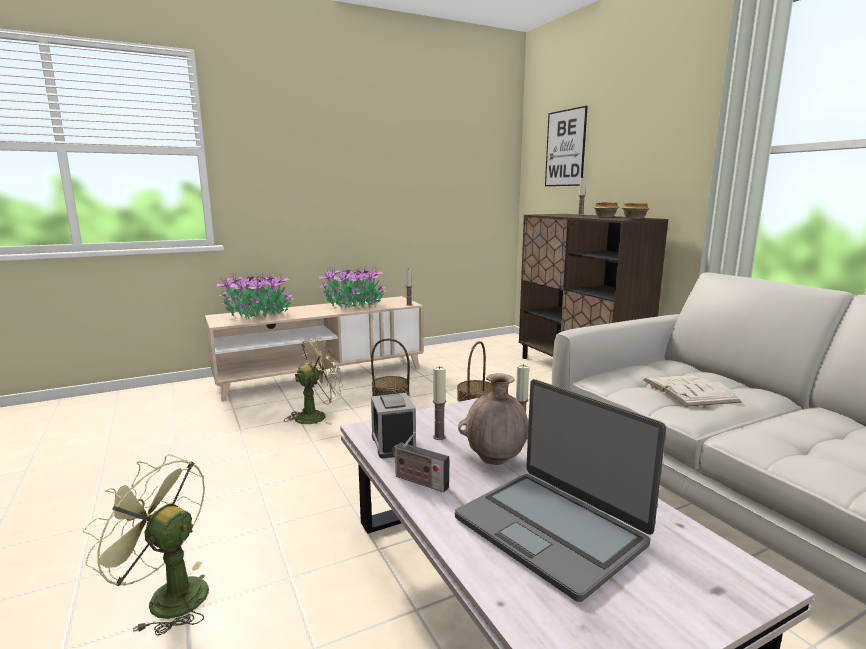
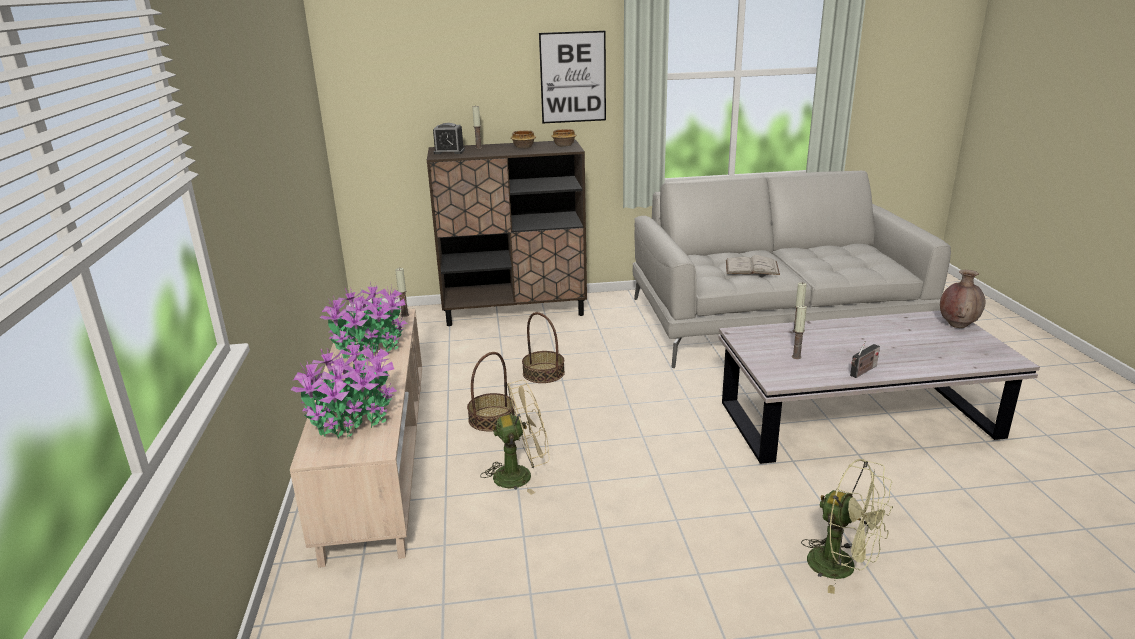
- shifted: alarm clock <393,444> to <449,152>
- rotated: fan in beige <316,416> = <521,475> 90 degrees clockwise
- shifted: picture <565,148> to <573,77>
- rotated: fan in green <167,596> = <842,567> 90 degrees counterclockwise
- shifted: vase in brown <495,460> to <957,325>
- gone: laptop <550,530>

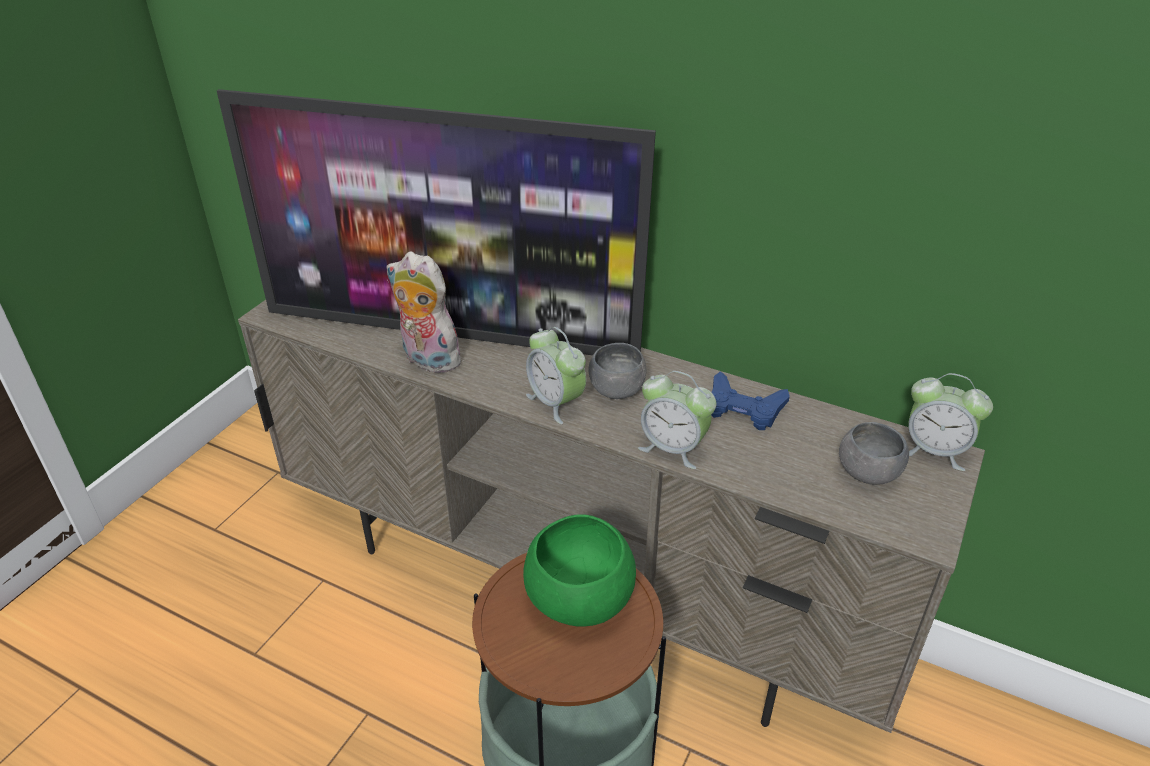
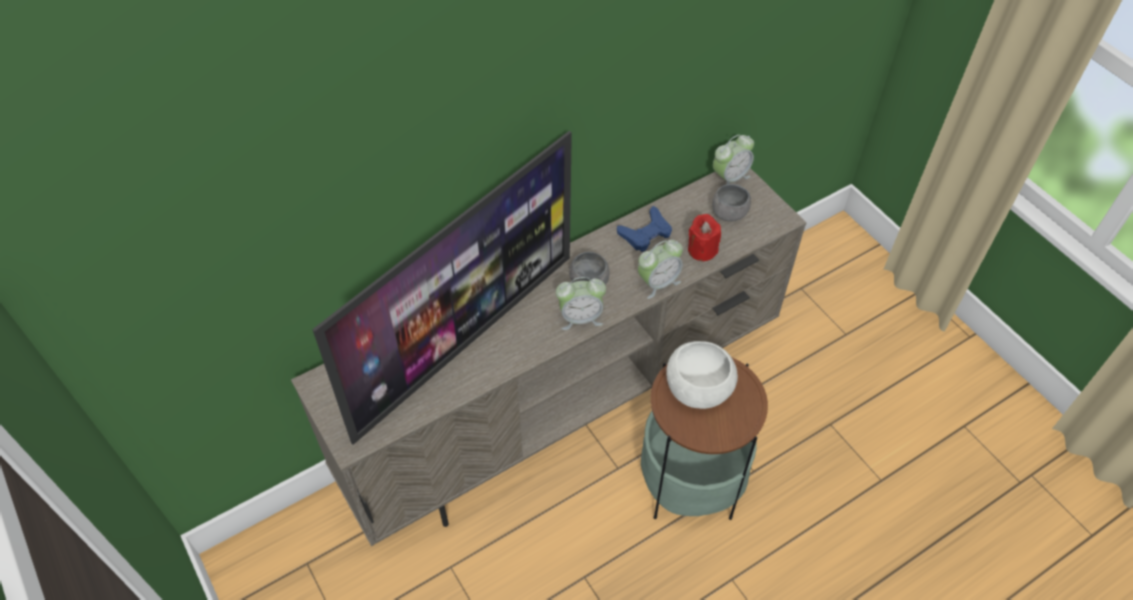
- repainted: bowl in green <578,596> to bowl in white <698,388>
- new: candle in red <702,250>
- gone: plush toy <427,360>

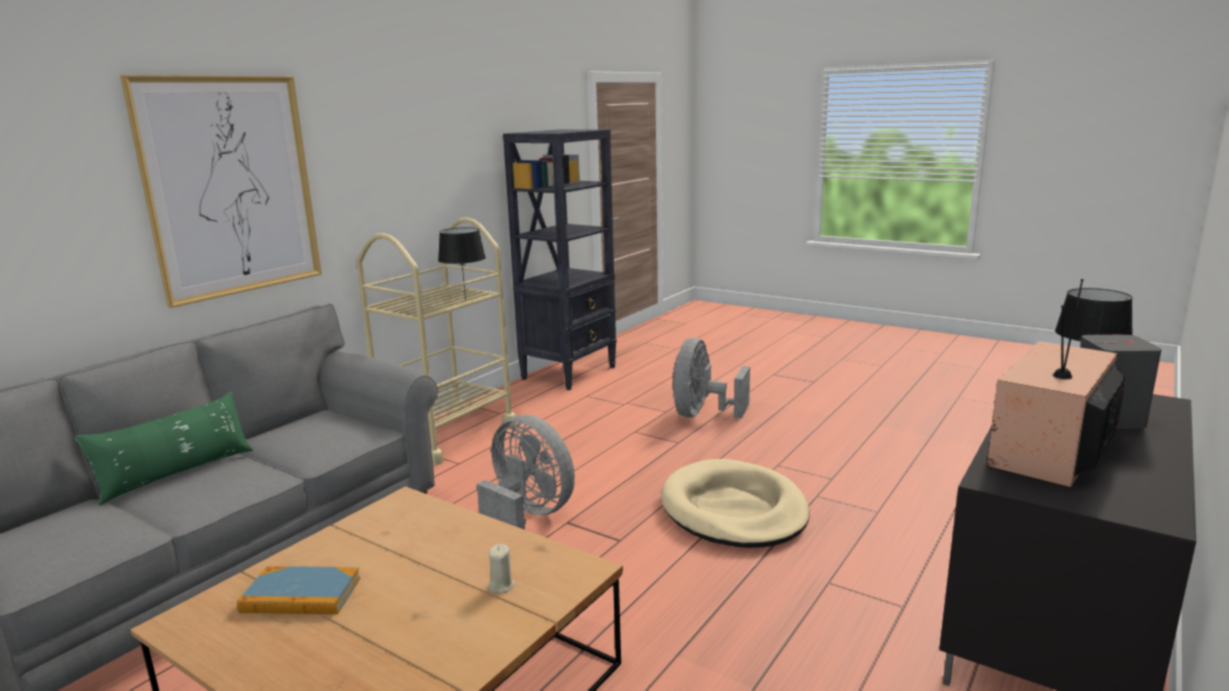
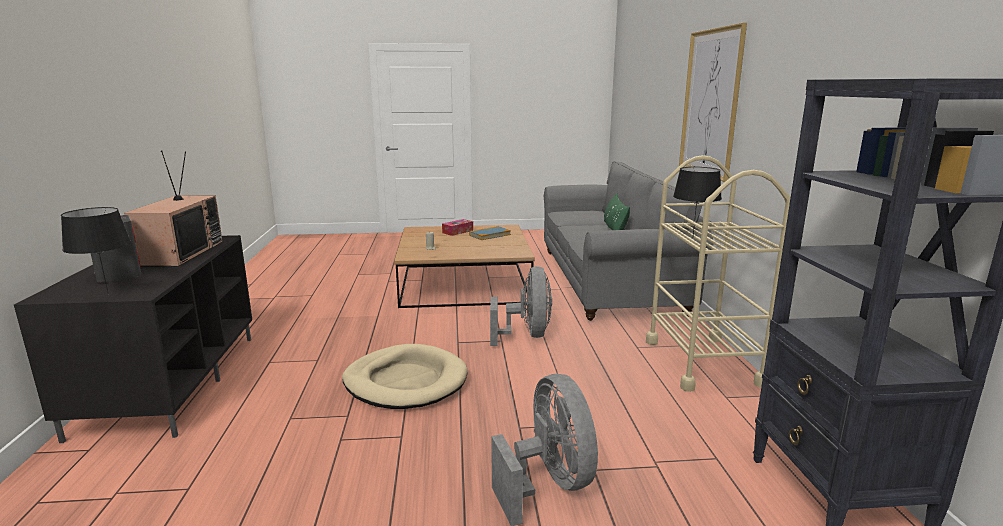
- new: tissue box <457,231>
- rotated: fan in grey <527,518> = <527,335> 90 degrees counterclockwise

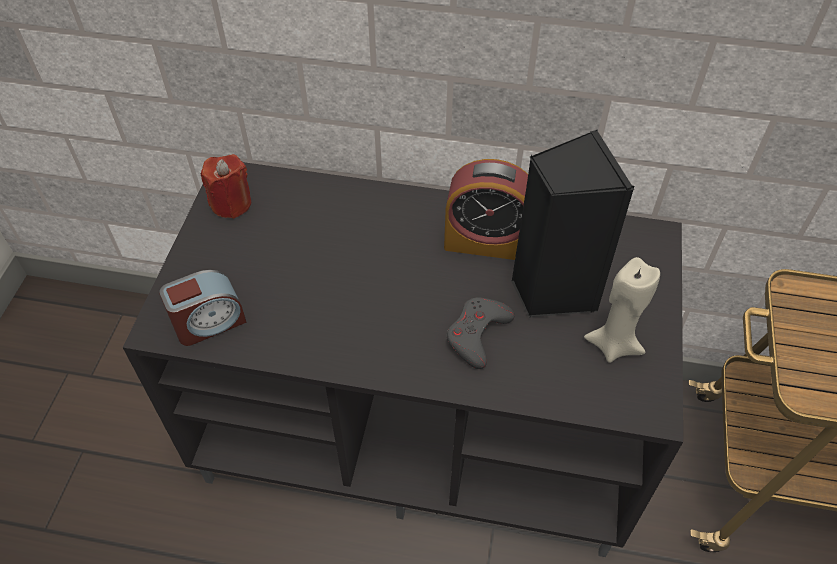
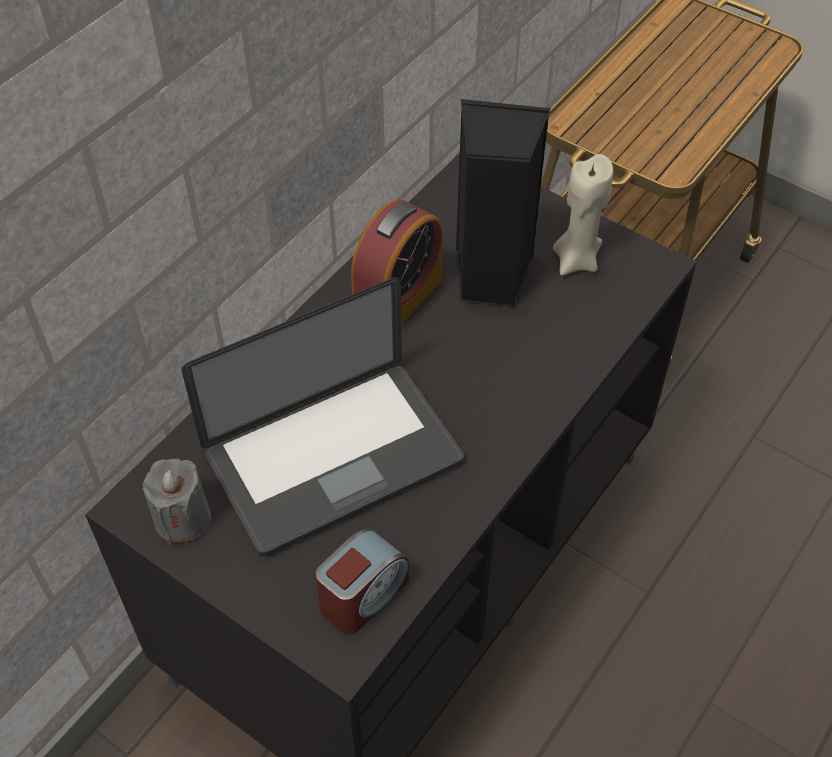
- repainted: candle in red <231,203> to candle in grey <182,519>
- new: laptop <334,459>
- rotated: alarm clock <209,322> = <363,595> 45 degrees clockwise
- gone: game controller in grey <477,334>

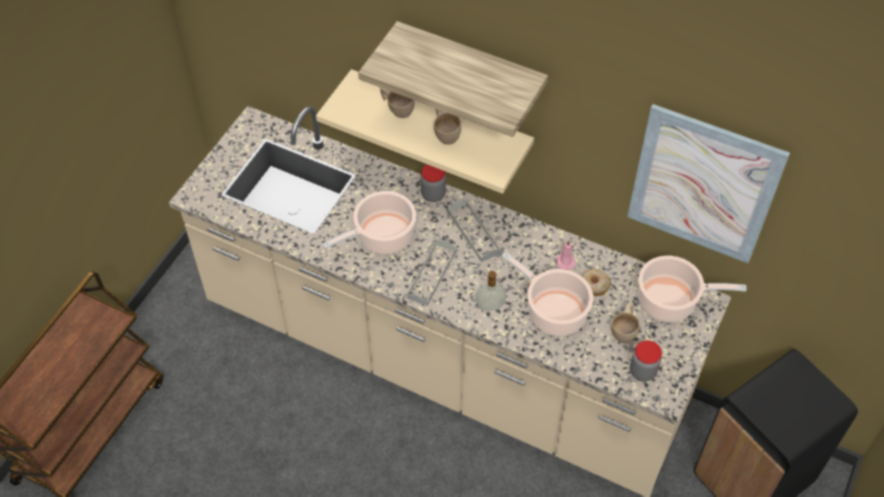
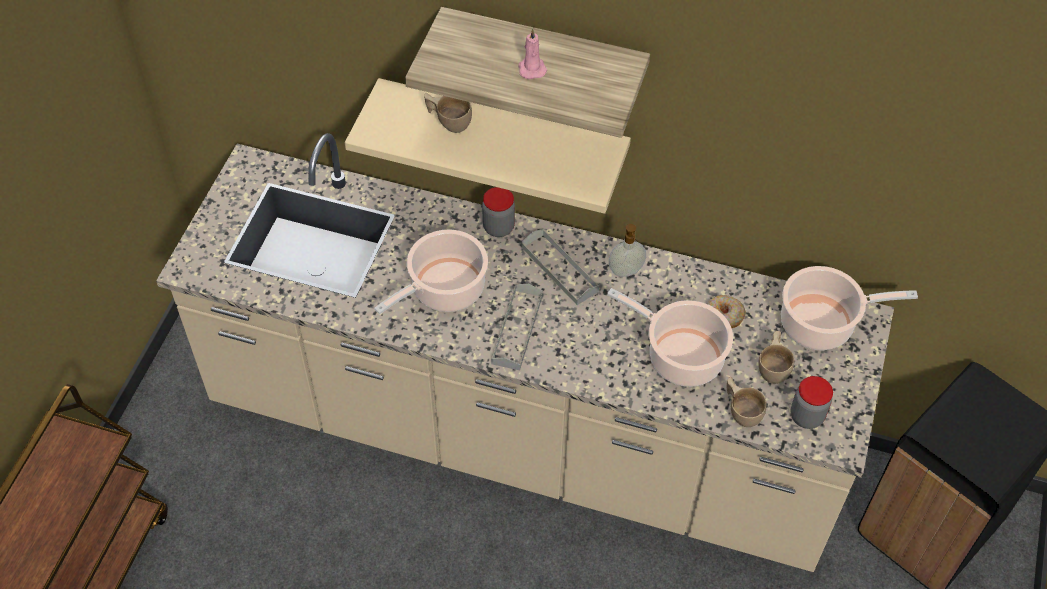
- shifted: candle in pink <565,261> to <531,68>
- shifted: soap dispenser <490,307> to <626,272>
- shifted: cup in beige <446,133> to <741,410>
- gone: picture <703,185>

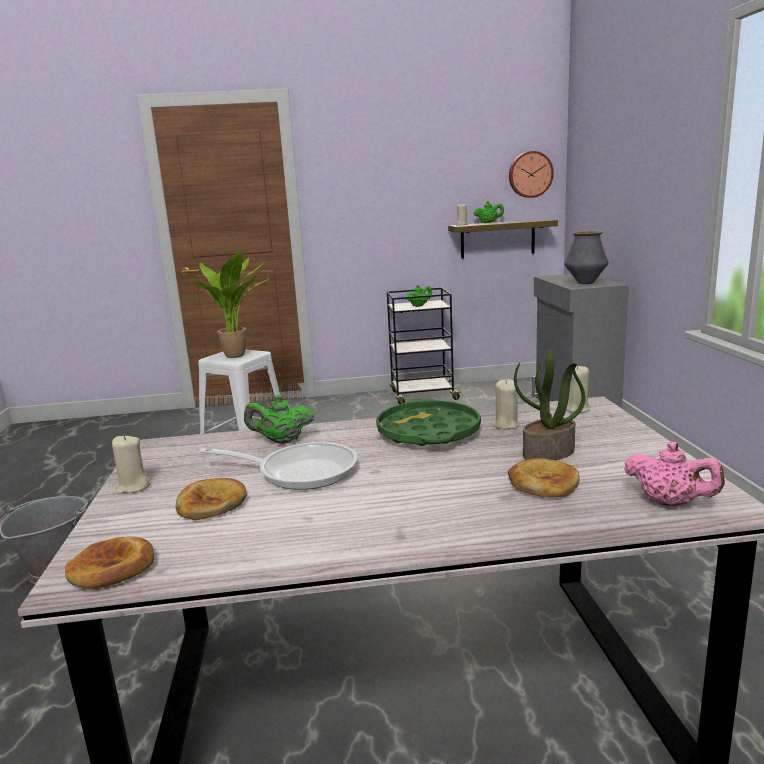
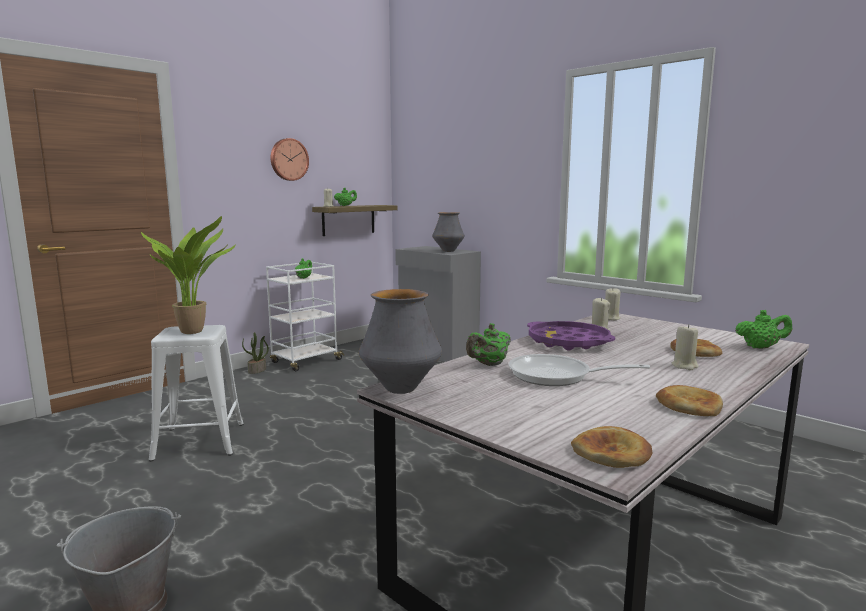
- shifted: potted plant <548,453> to <257,370>
- repainted: cart in black <423,396> to cart in white <305,361>
- shifted: wall clock <530,174> to <288,159>
- new: vase <400,389>
- rotated: frying pan <299,471> = <557,376> 135 degrees counterclockwise
- repainted: tray in green <428,432> to tray in purple <568,342>
- shifted: bread <212,503> to <688,405>
- shifted: candle in beige <133,487> to <684,366>
- repainted: teapot in pink <669,503> to teapot in green <760,347>

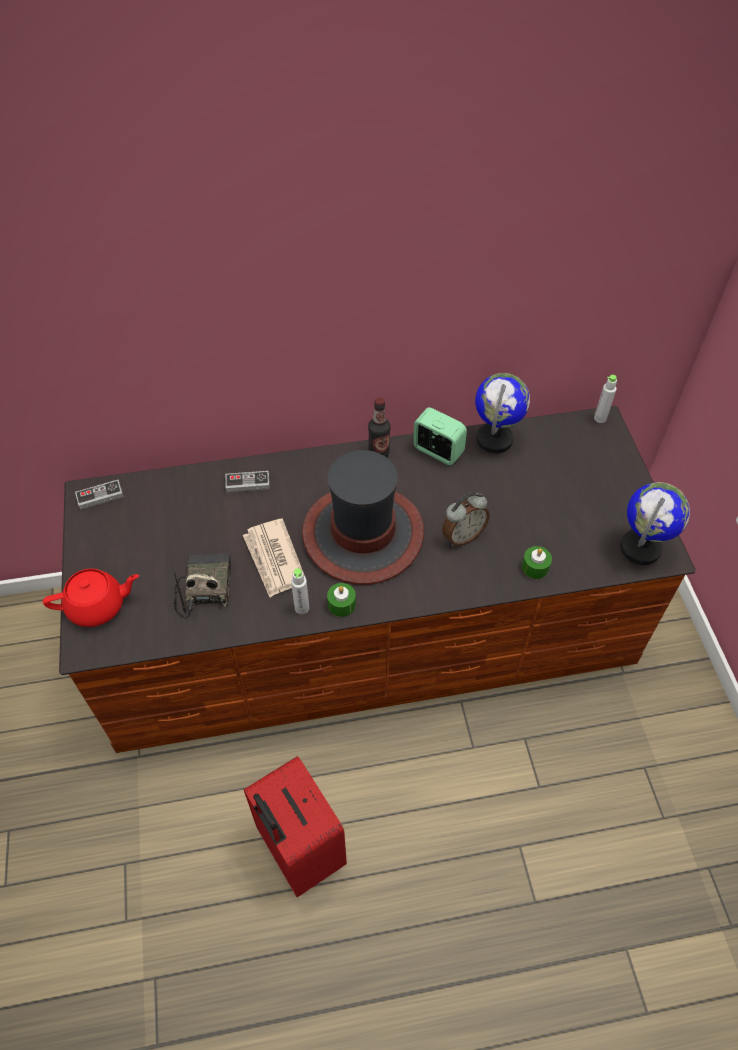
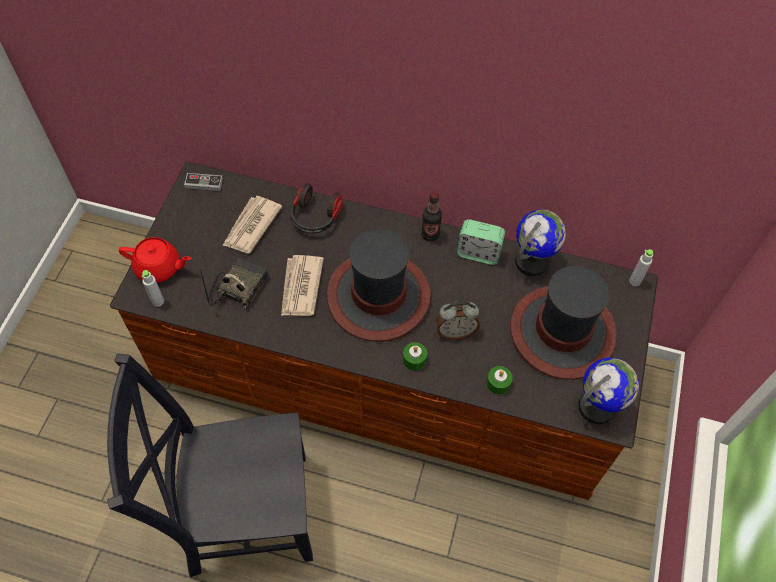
- swapped: suitcase in red <299,850> to chair in black <242,512>
- shifted: bottle in grey <302,608> to <158,301>
- new: newspaper <251,226>
- swapped: game controller <247,483> to headphones <315,217>
- shifted: candle in green <341,604> to <414,359>
- rotated: alarm clock <438,451> = <478,253> 135 degrees clockwise
- new: hat <562,332>

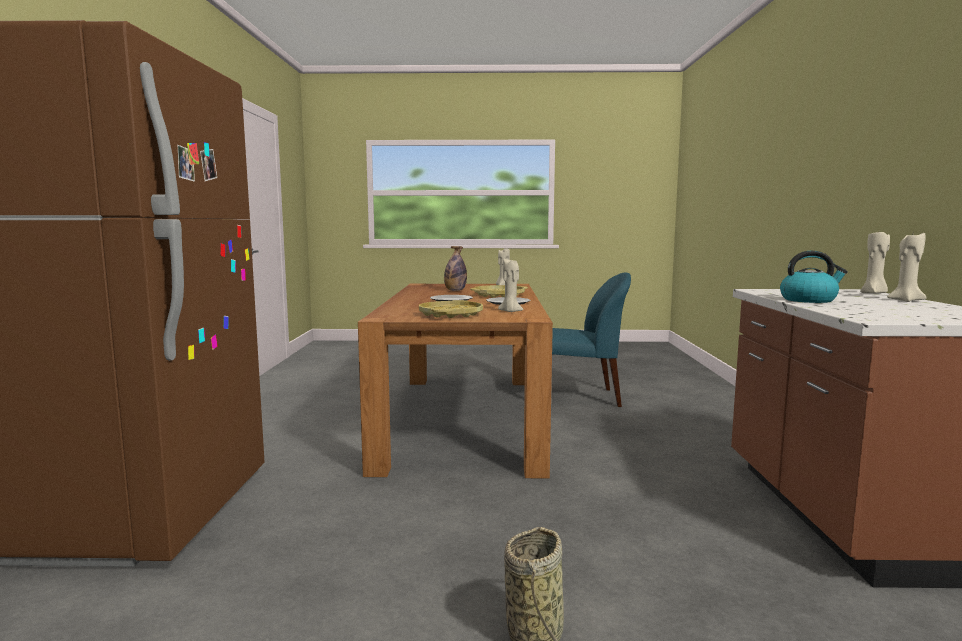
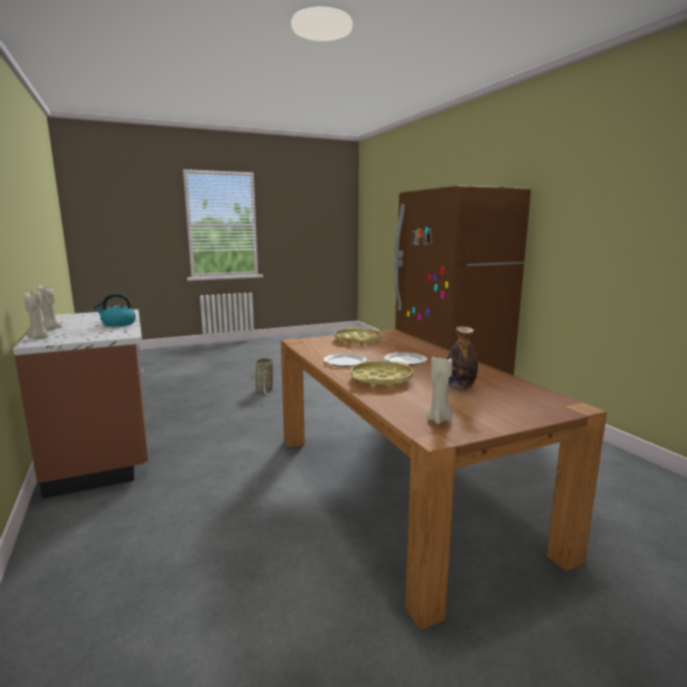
- gone: candle in beige <510,311>
- gone: chair in blue <578,398>

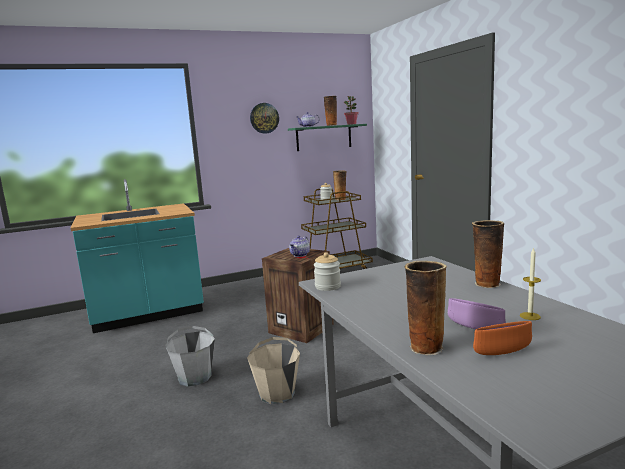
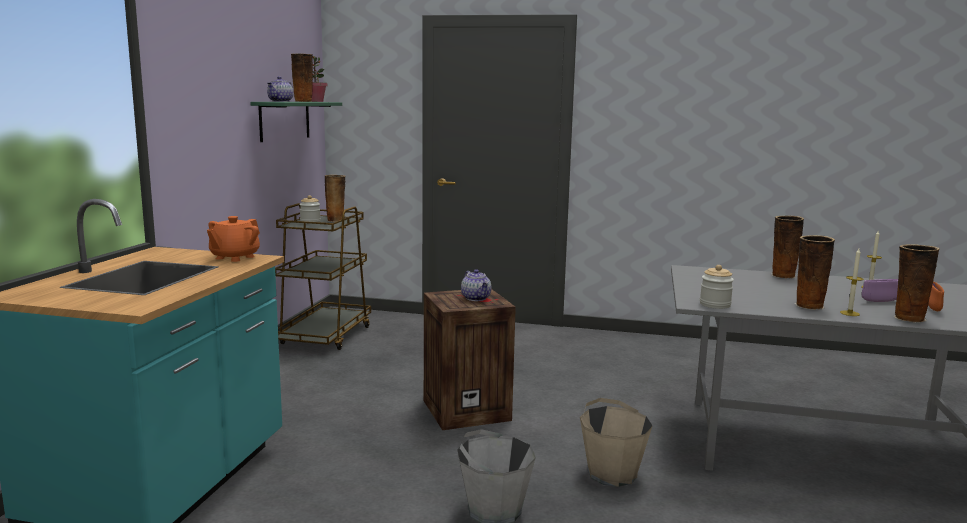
- new: teapot in orange <234,257>
- new: vase <808,306>
- new: candle <849,313>
- gone: wall clock <264,118>

